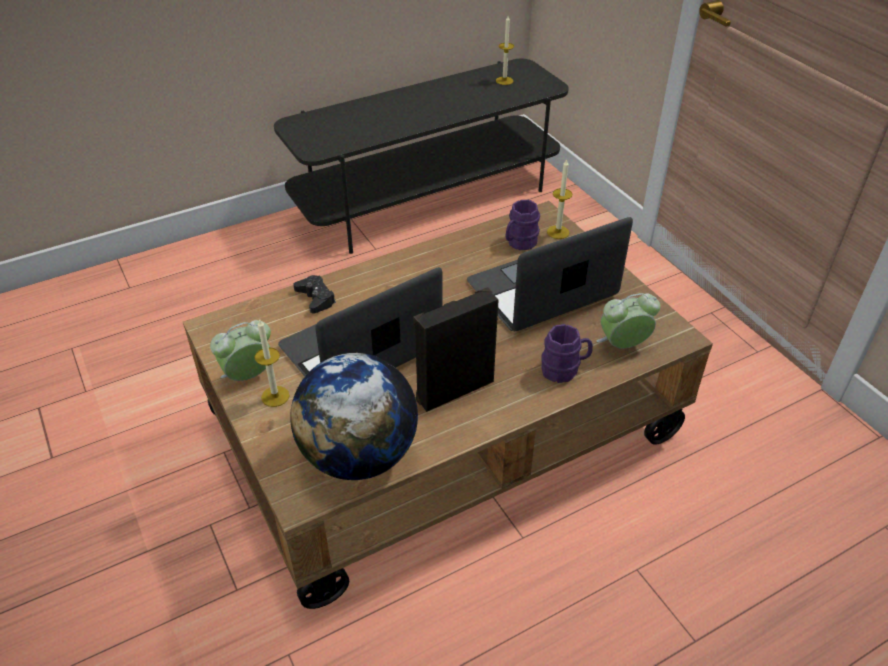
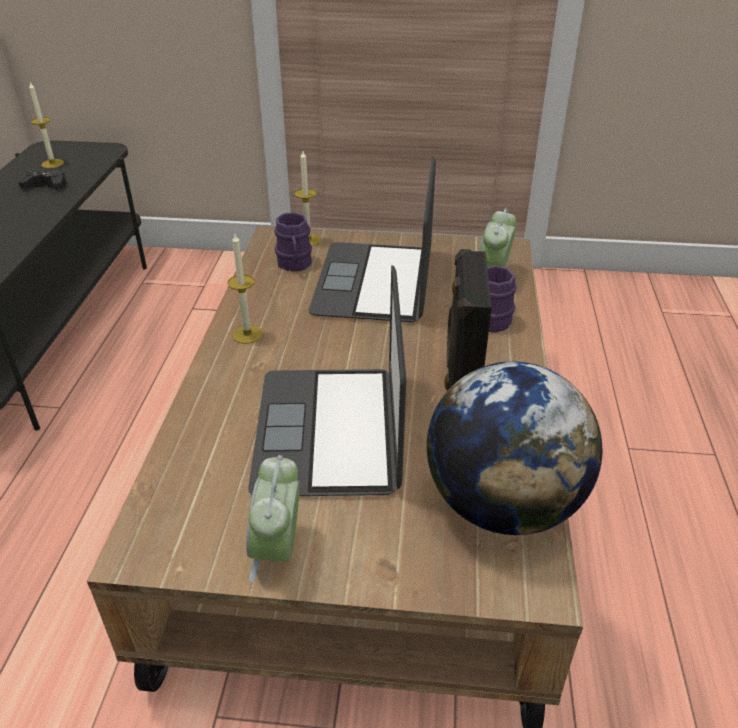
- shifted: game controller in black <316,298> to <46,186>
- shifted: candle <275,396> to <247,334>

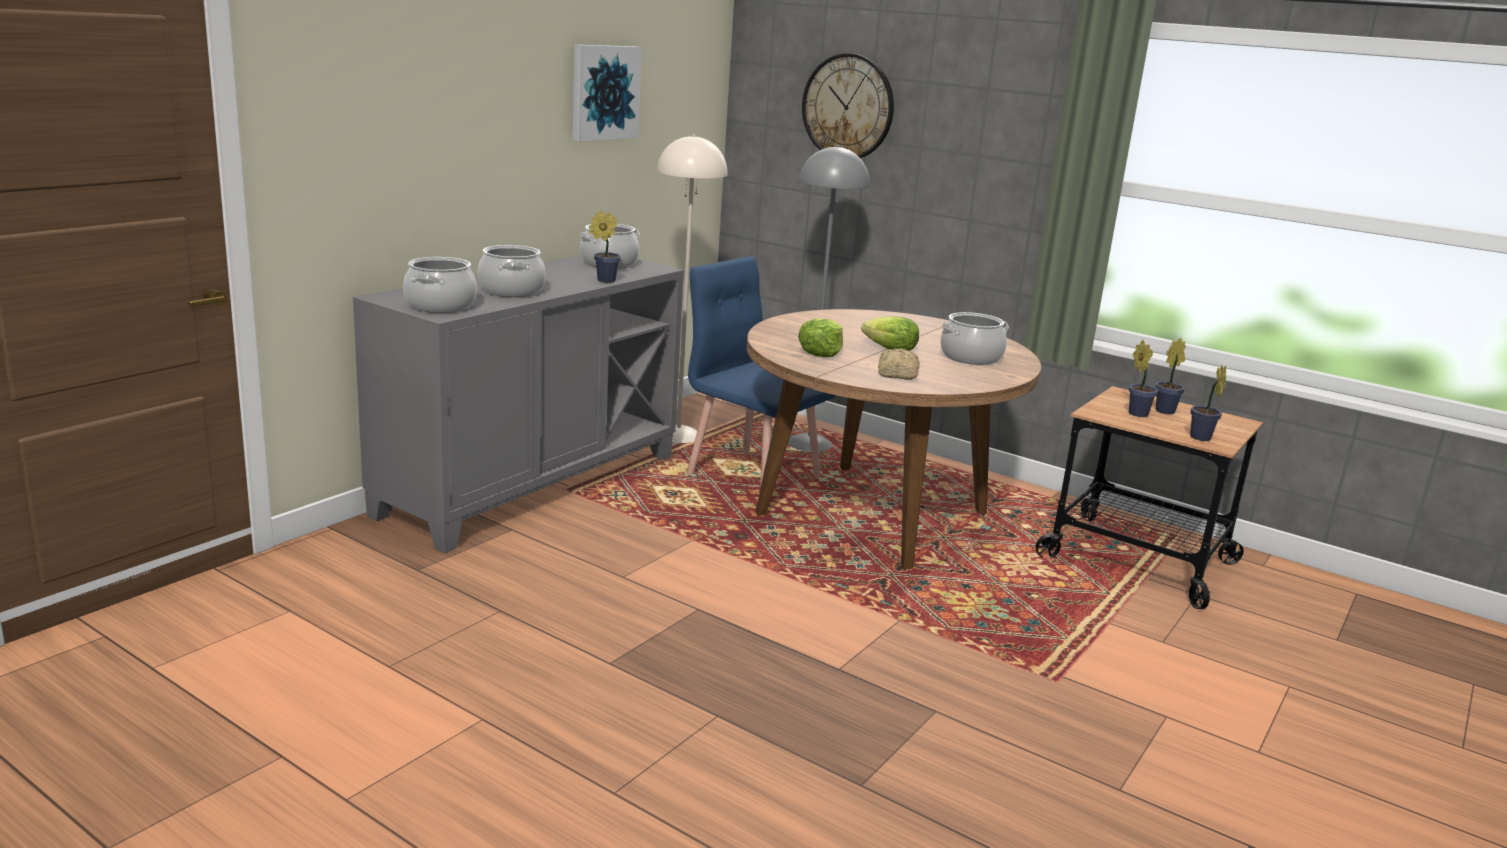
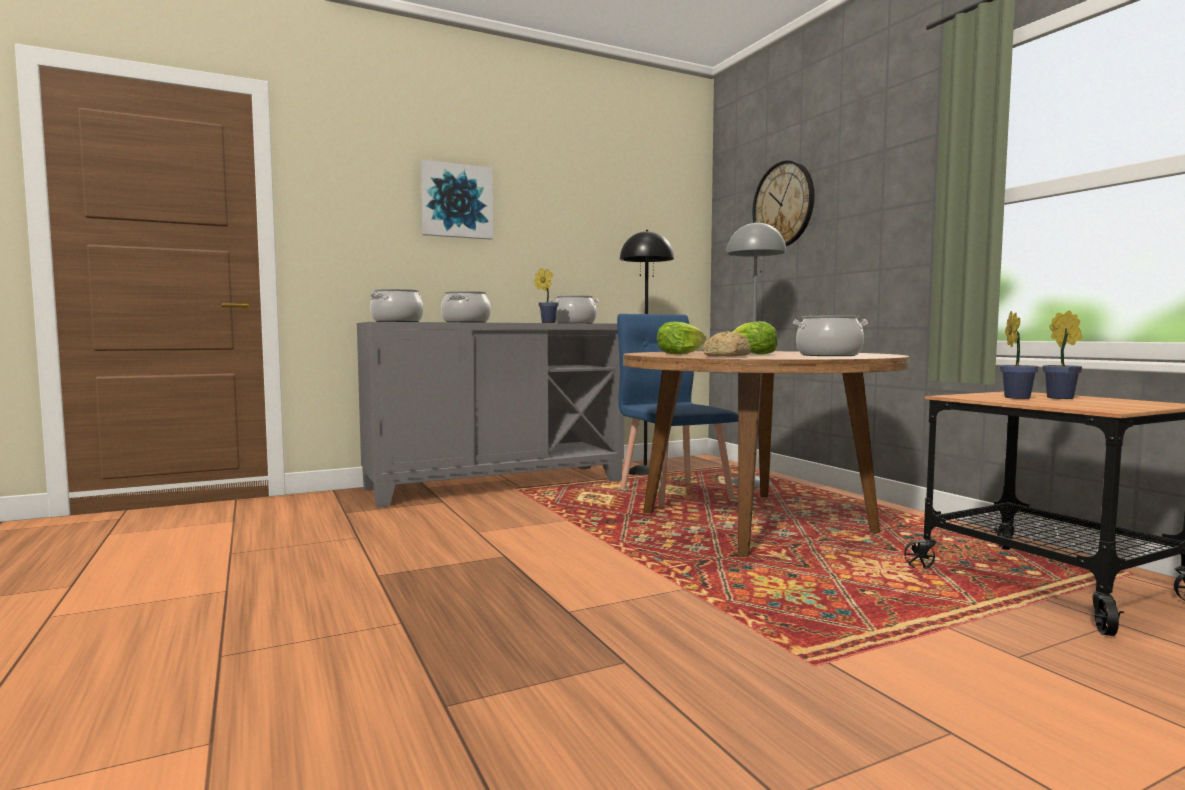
- shifted: picture <604,92> to <456,201>
- repainted: floor lamp in beige <678,435> to floor lamp in black <645,472>
- gone: potted plant <1201,438>

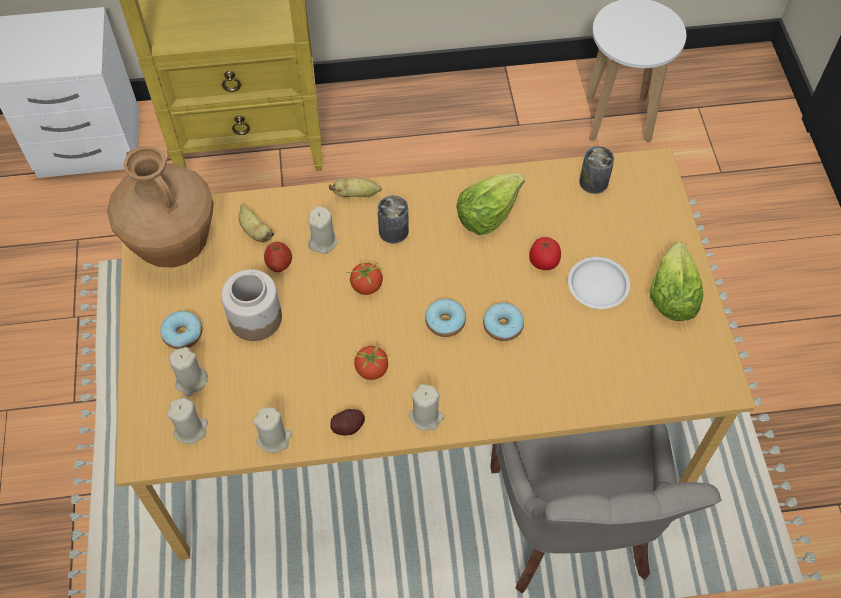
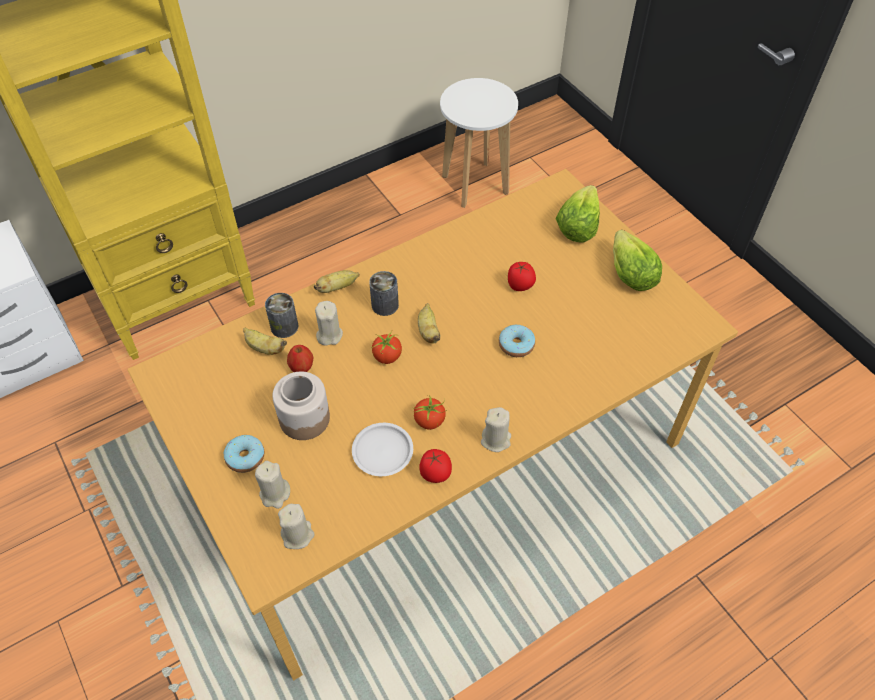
- shifted: can <593,182> to <284,327>
- shifted: plate in white <597,285> to <382,452>
- new: banana <428,331>
- swapped: potato <348,426> to tomato <435,474>
- shifted: lettuce <487,213> to <577,226>
- gone: vase in brown <175,247>
- gone: candle in beige <274,438>
- gone: donut <445,321>
- gone: chair in grey <571,525>

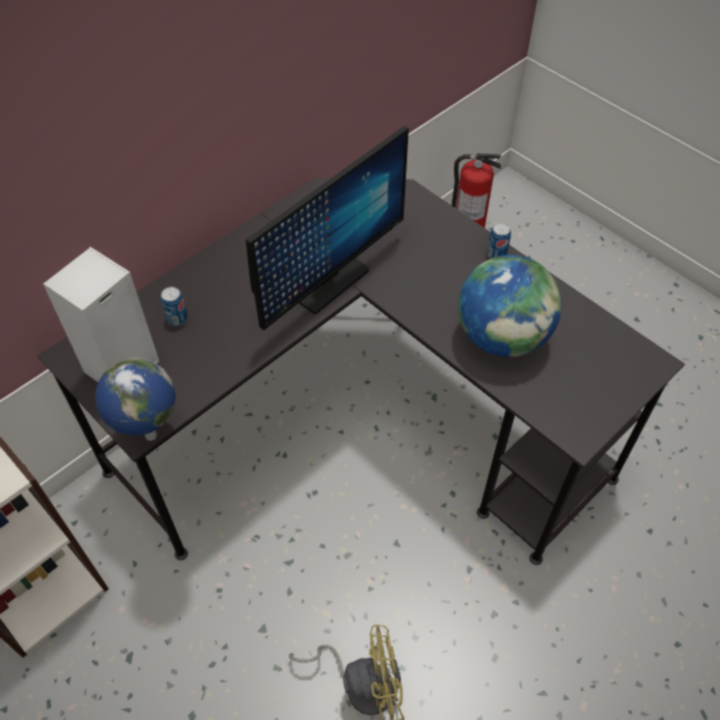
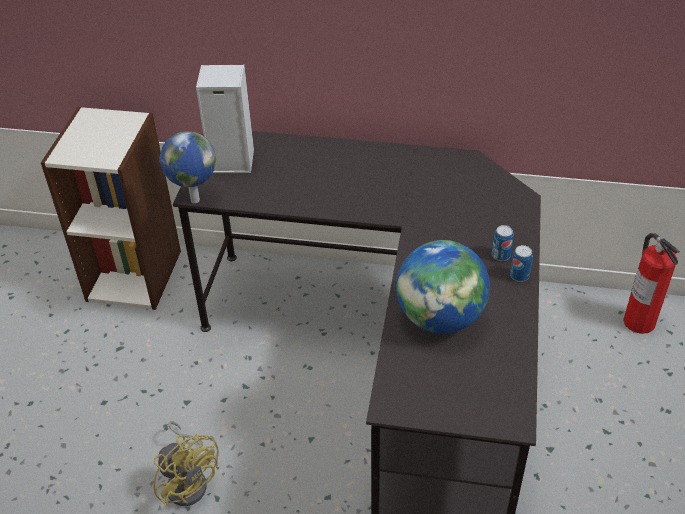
- shifted: can <177,318> to <501,255>
- gone: monitor <327,281>

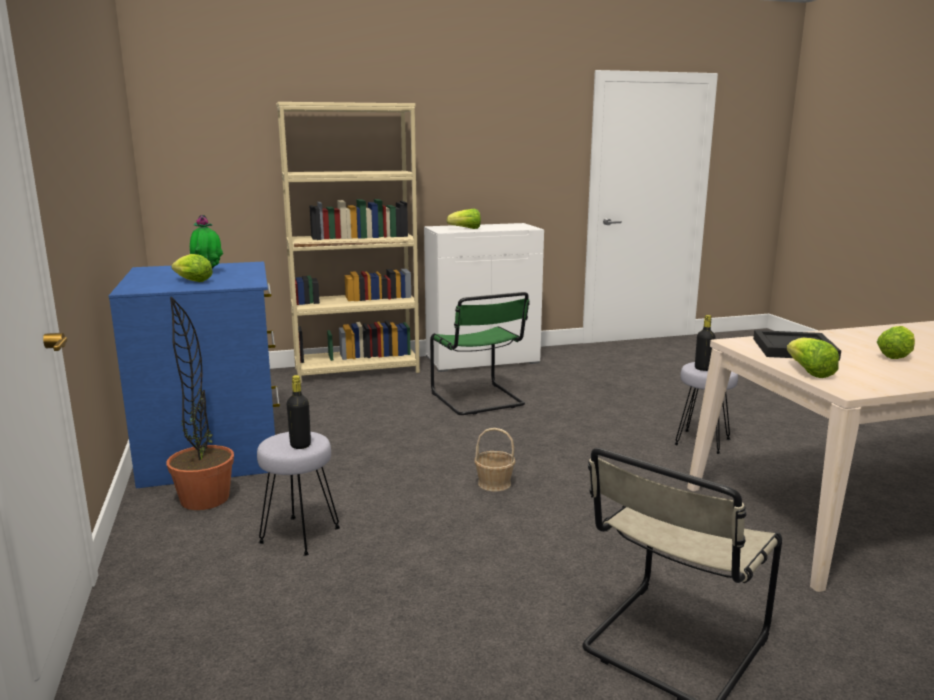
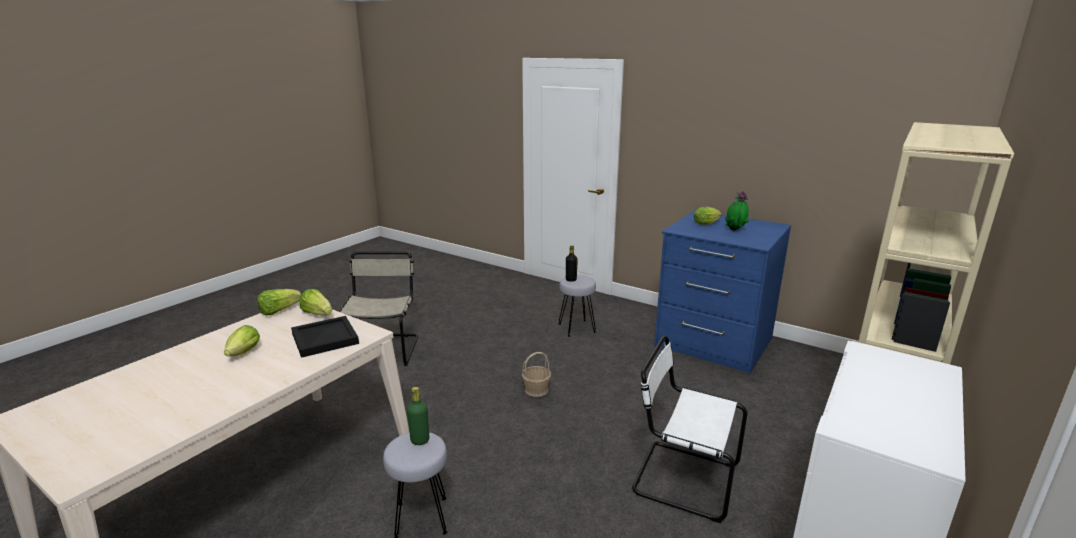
- shifted: lettuce <466,229> to <279,311>
- repainted: bottle in black <703,369> to bottle in green <420,440>
- repainted: chair in green <479,400> to chair in white <681,478>
- gone: potted plant <205,499>

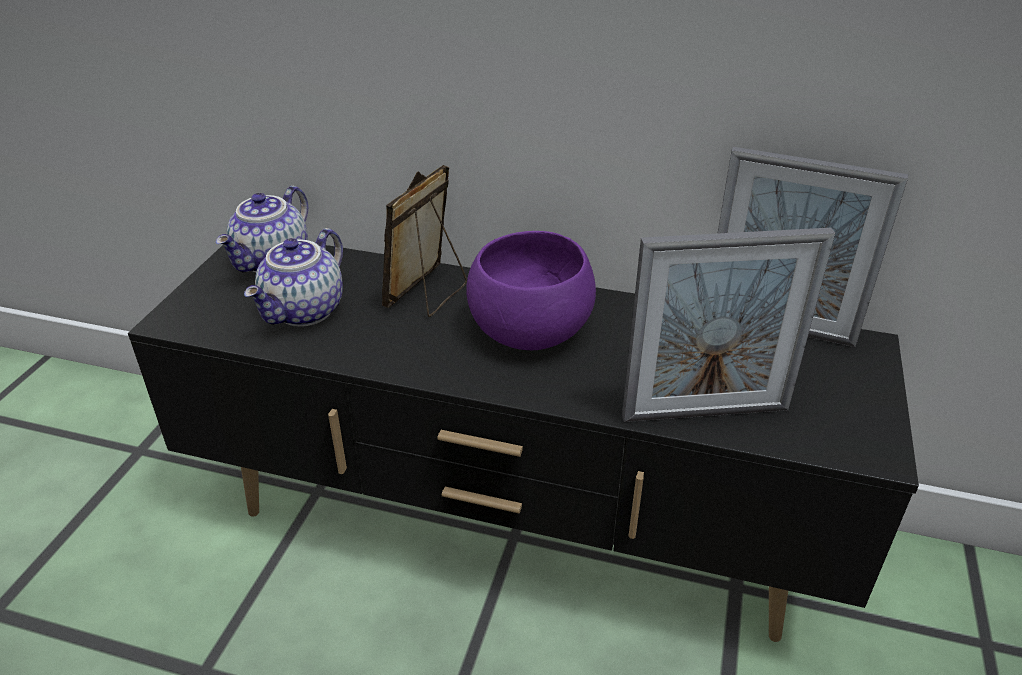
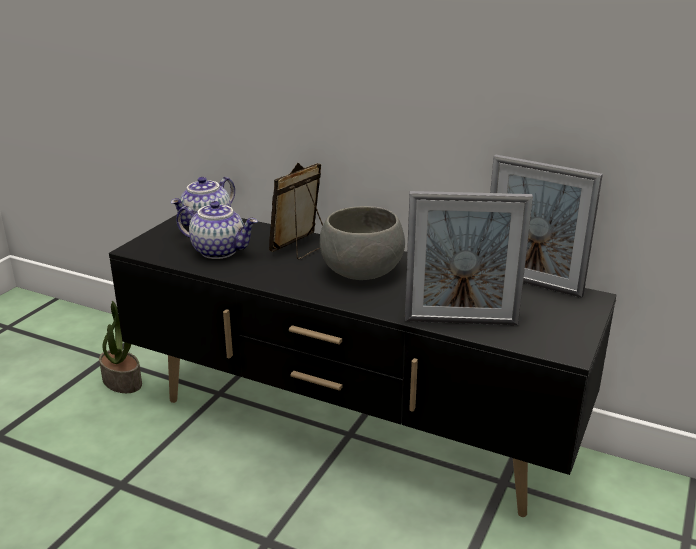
- new: potted plant <123,381>
- rotated: teapot <305,312> = <220,251> 105 degrees counterclockwise
- repainted: bowl in purple <531,331> to bowl in grey <362,272>

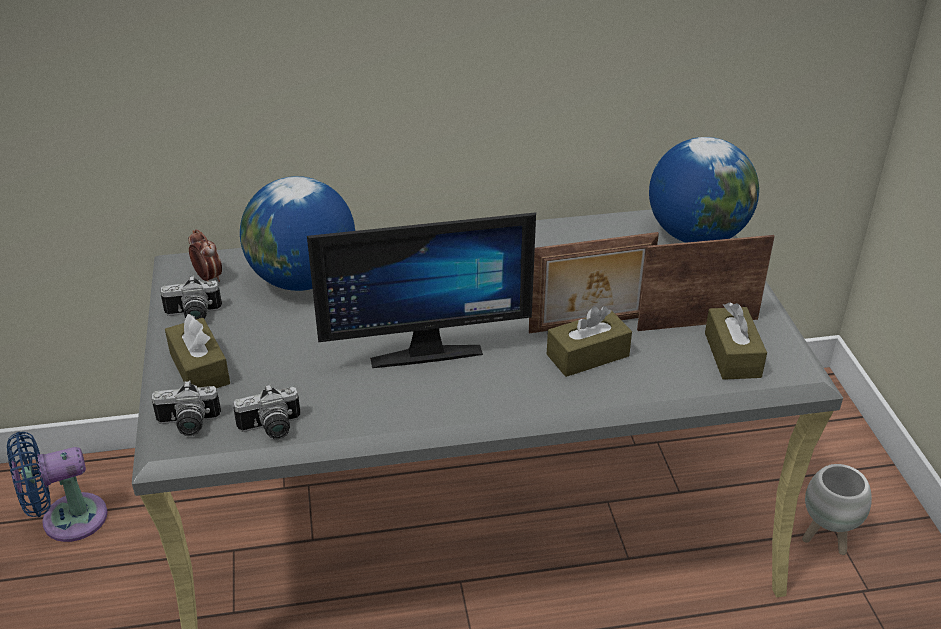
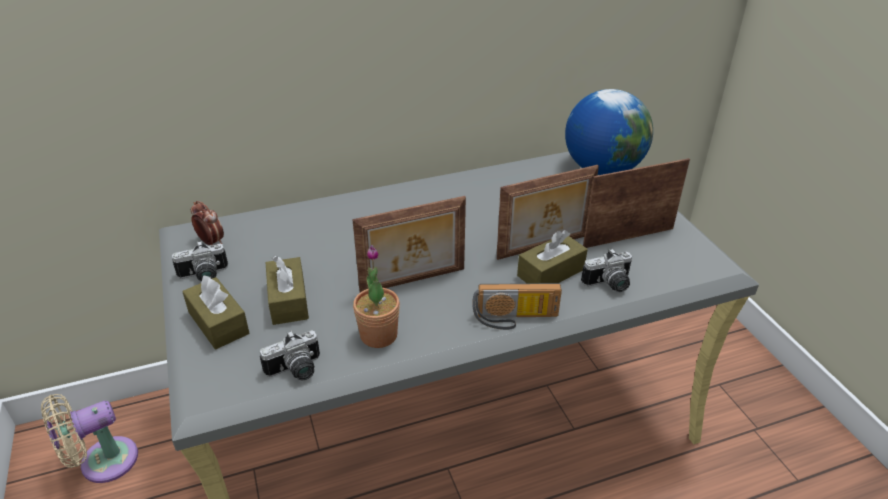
- repainted: fan in blue <67,520> to fan in beige <103,462>
- shifted: tissue box in brown <732,355> to <288,300>
- swapped: monitor <424,348> to picture frame <413,282>
- new: potted plant <378,335>
- new: radio <515,319>
- shifted: photo camera <188,425> to <609,285>
- gone: globe <302,280>
- gone: planter in white <826,539>

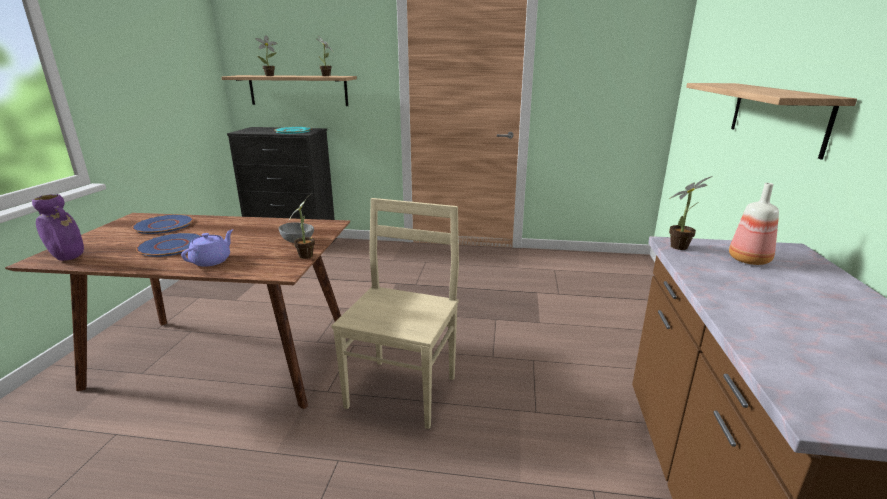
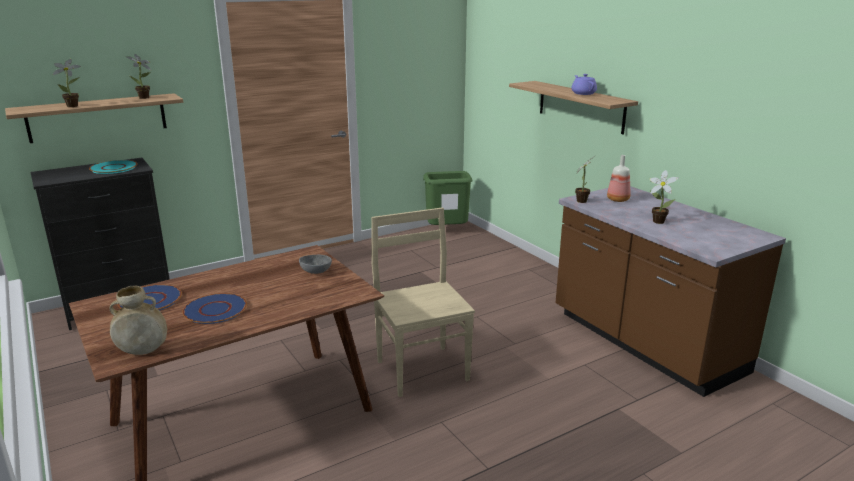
- repainted: vase in purple <68,258> to vase in beige <143,351>
- new: trash can in green <447,231>
- shifted: teapot in purple <212,261> to <583,93>
- shifted: potted plant <307,255> to <657,221>

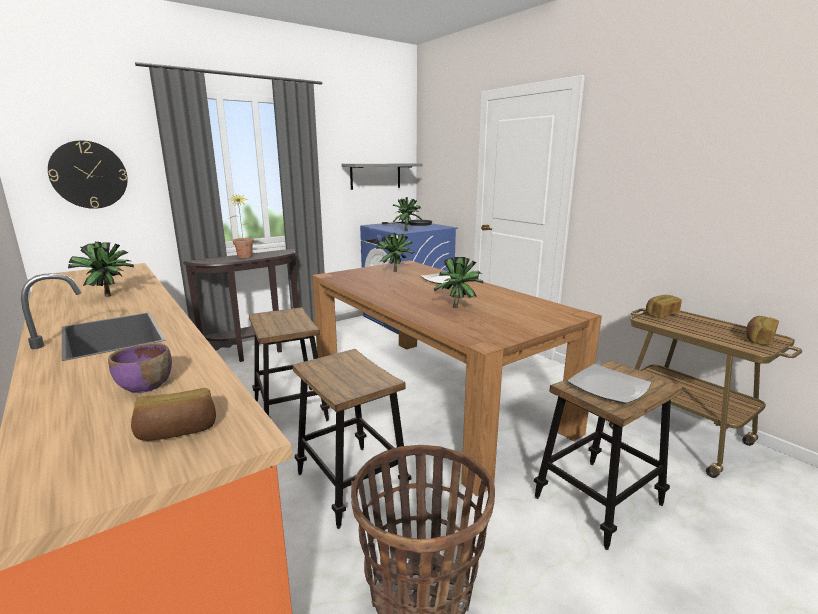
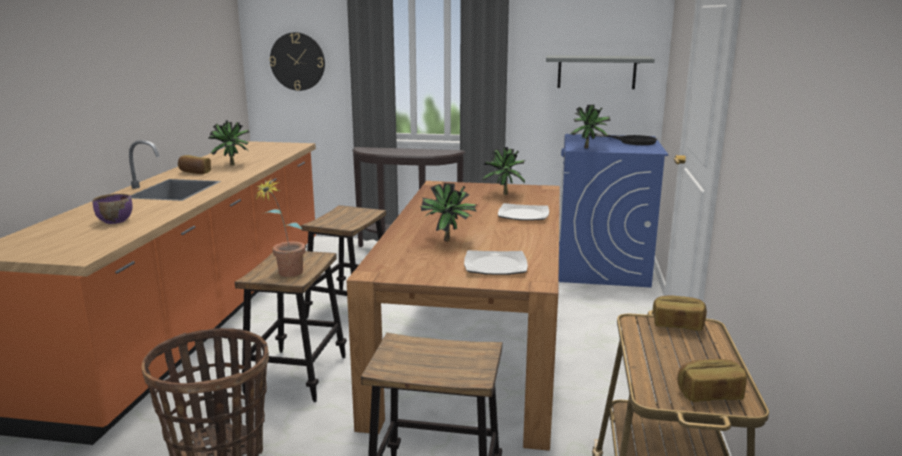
- shifted: bread <178,431> to <195,172>
- shifted: potted plant <244,257> to <285,275>
- shifted: plate <608,387> to <495,265>

